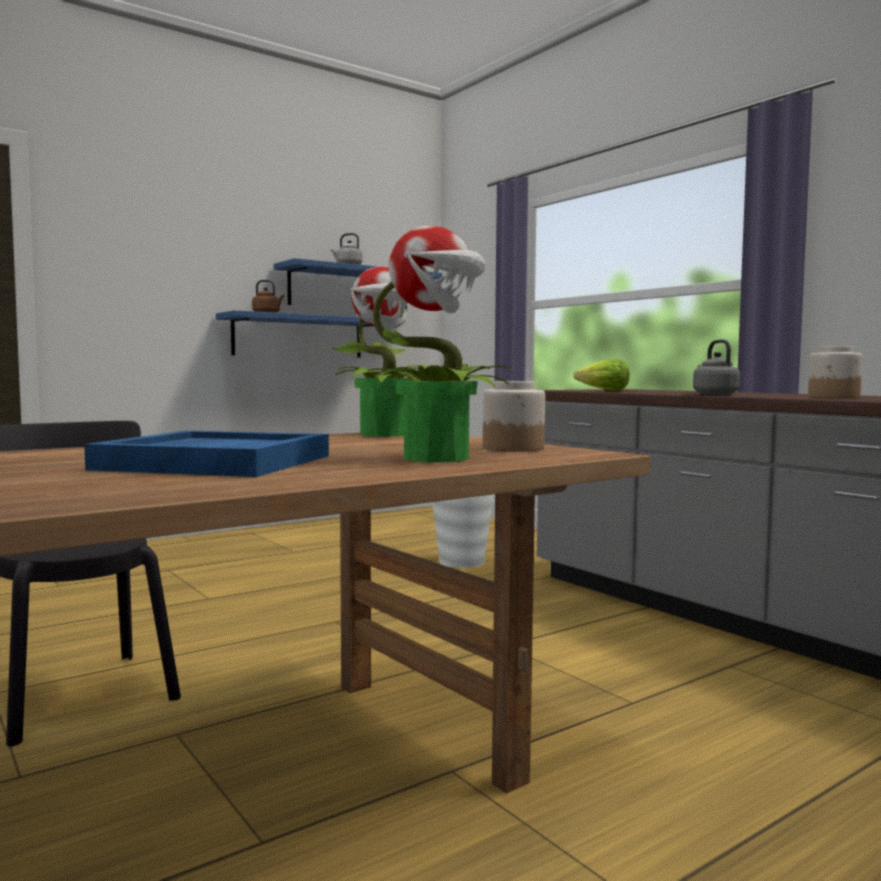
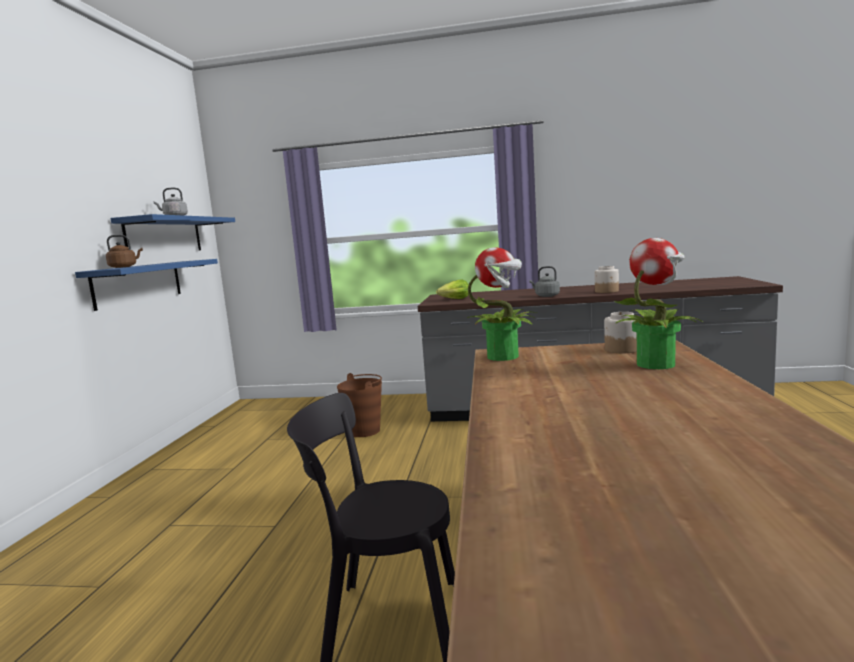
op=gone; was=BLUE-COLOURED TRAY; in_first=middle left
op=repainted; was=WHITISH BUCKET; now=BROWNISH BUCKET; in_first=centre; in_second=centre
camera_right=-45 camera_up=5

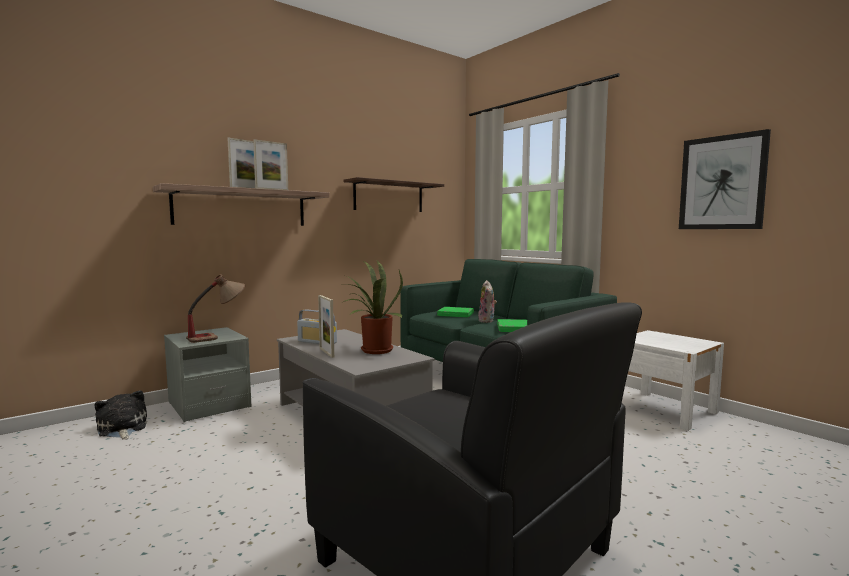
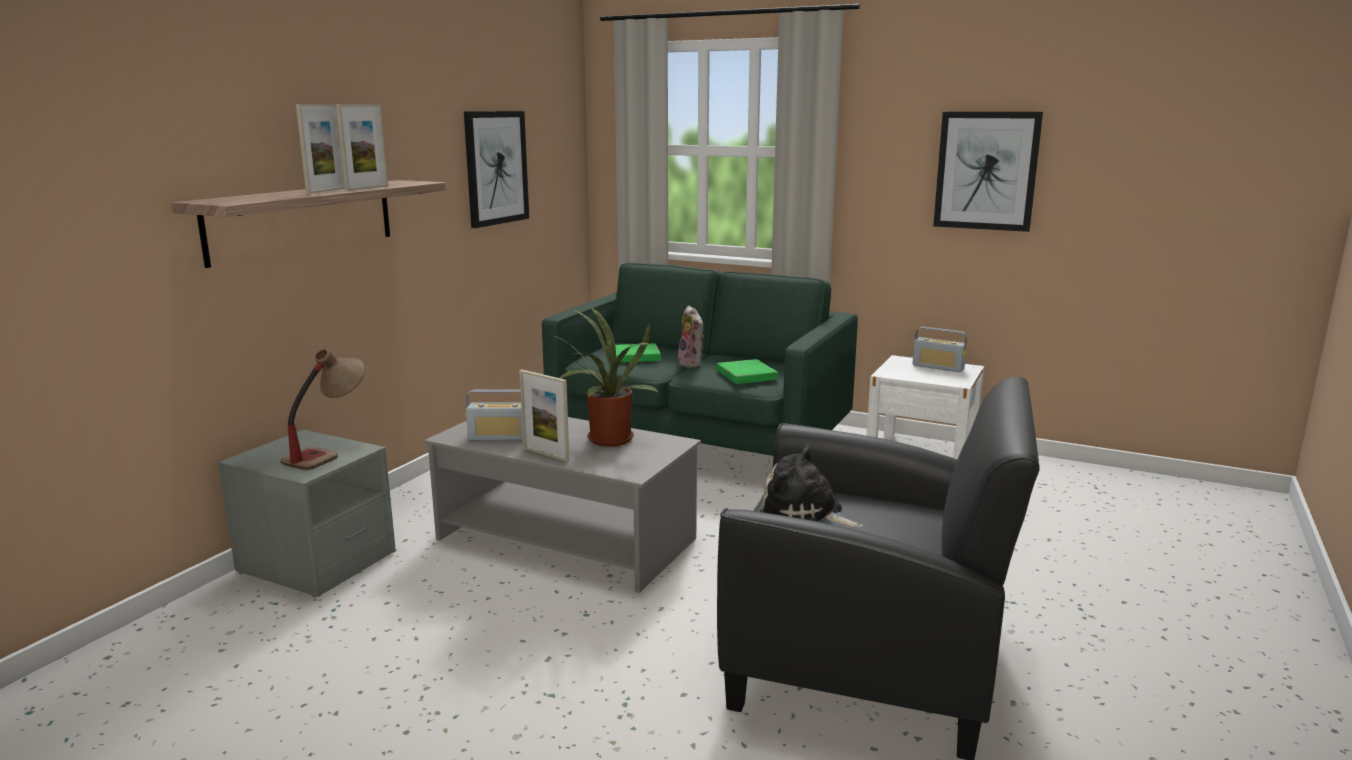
op=new; now=RADIO SET (no. 2 from left); in_second=middle right
op=shifted; was=PLUSH TOY (no. 1 from left in the first image); now=PLUSH TOY (no. 2 from left); in_first=bottom left; in_second=centre
op=swapped; was=WALL SHELF (no. 2 from left); now=PICTURE (no. 1 from left); in_first=centre; in_second=top centre
camera_right=-25 camera_up=10

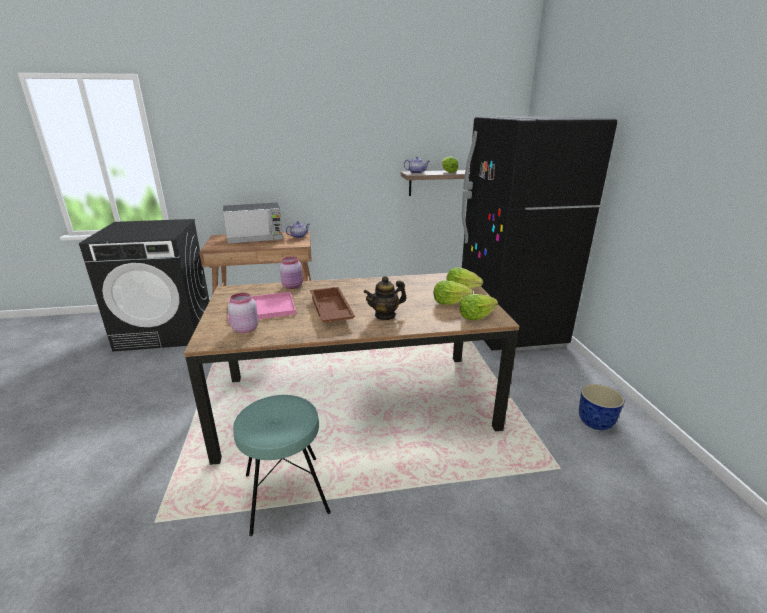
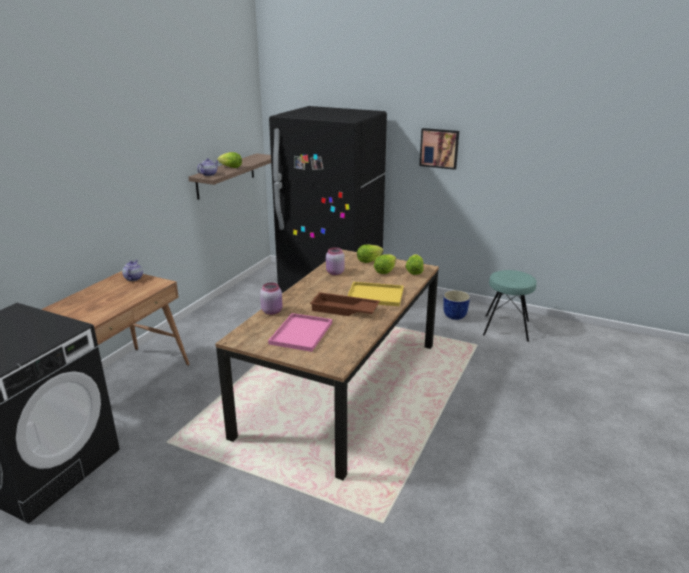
op=gone; was=MICROWAVE; in_first=middle left
op=new; now=PICTURE; in_second=top centre
op=shifted; was=PINK-COLOURED JAR (no. 1 from left in the first image); now=PINK-COLOURED JAR (no. 2 from left); in_first=middle left; in_second=centre
op=shifted; was=TURQUOISE SITTING STOOL; in_first=bottom centre; in_second=middle right
op=swapped; was=POT FOR TEA (no. 2 from left); now=YELLOW-COLOURED TRAY; in_first=centre; in_second=centre
camera_right=-55 camera_up=0

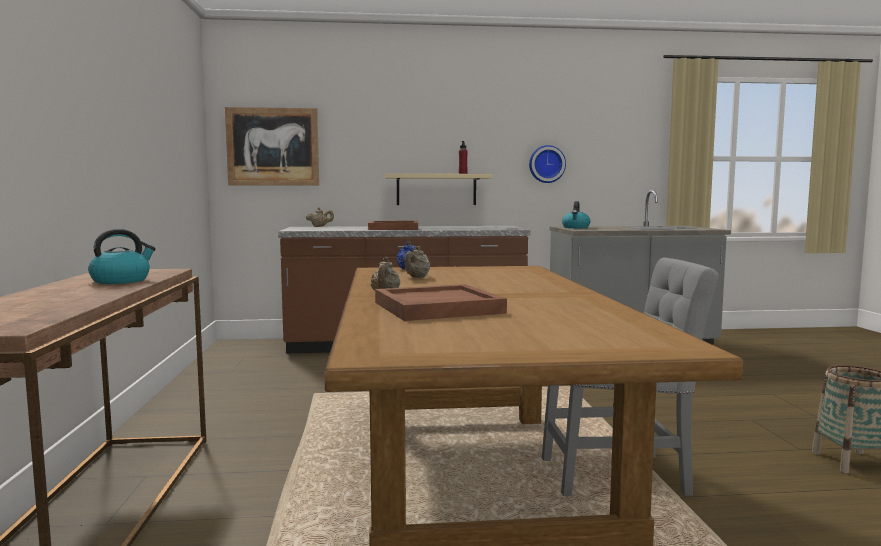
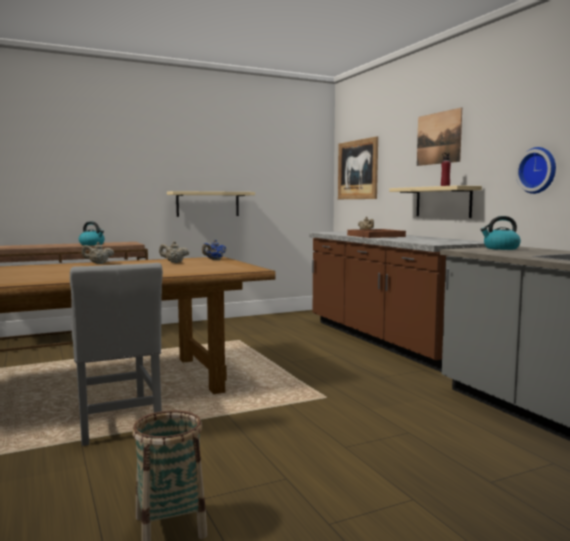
op=gone; was=BROWNISH TRAY (no. 2 from left); in_first=centre
op=new; now=SAND-COLOURED WALL SHELF (no. 1 from left); in_second=centre
op=new; now=PICTURE (no. 2 from left); in_second=top right
camera_right=70 camera_up=0

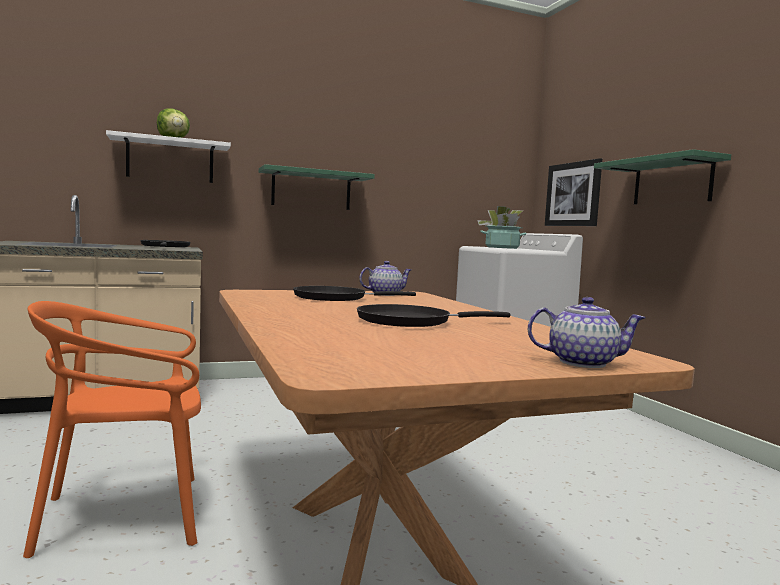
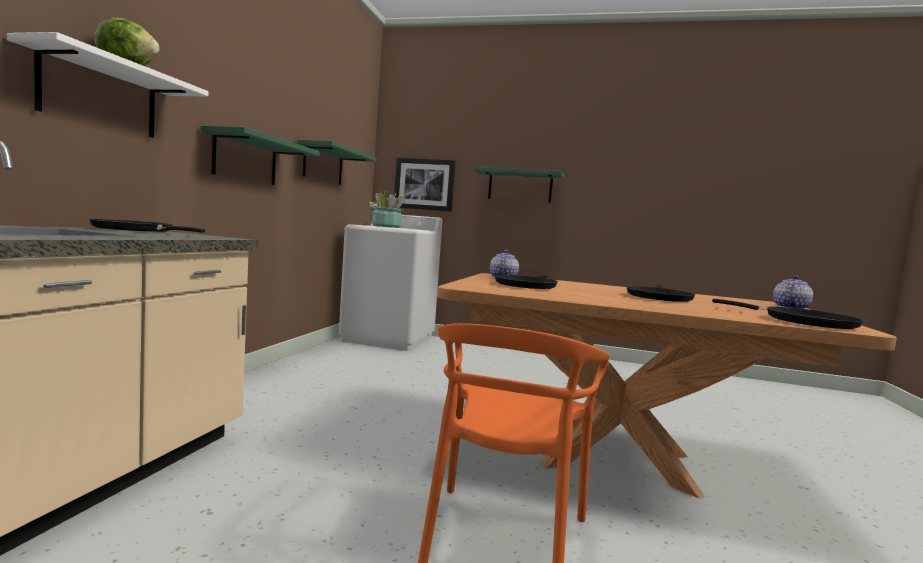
op=new; now=GREEN WALL SHELF (no. 2 from left); in_second=top centre
op=new; now=BLACK-COLOURED SKILLET (no. 4 from left); in_second=middle right
camera_right=-55 camera_up=0

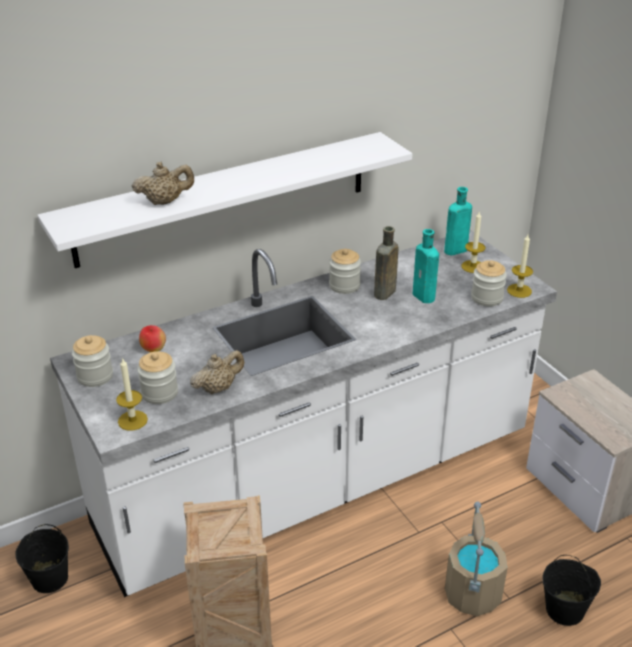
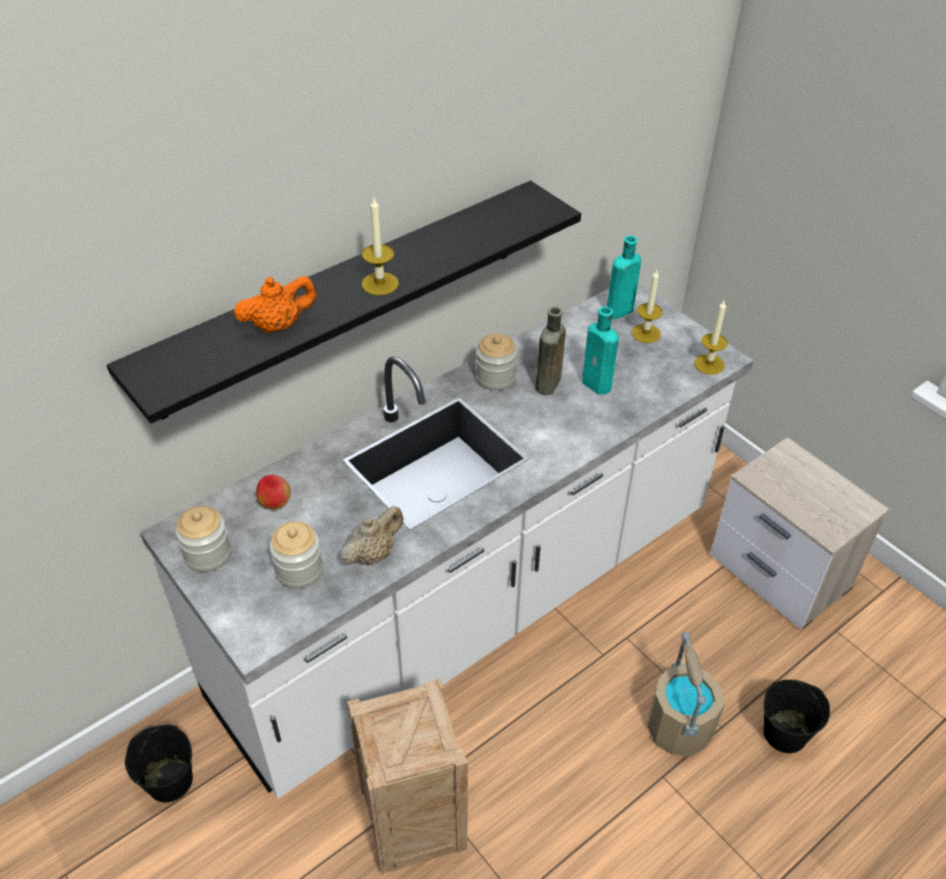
op=gone; was=JAR (no. 4 from left); in_first=middle right
op=shifted; was=WAX CANDLE (no. 1 from left); in_first=middle left; in_second=top centre
op=repainted; was=WHITISH WALL SHELF; now=BLACK-COLOURED WALL SHELF; in_first=top centre; in_second=centre
op=repainted; was=SAND-COLOURED POT FOR TEA (no. 1 from left); now=ORANGEY POT FOR TEA; in_first=top left; in_second=middle left
camera_right=-10 camera_up=10

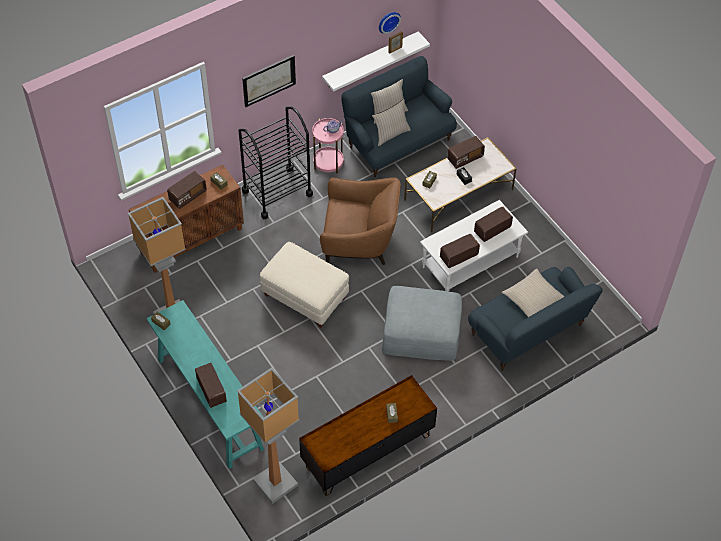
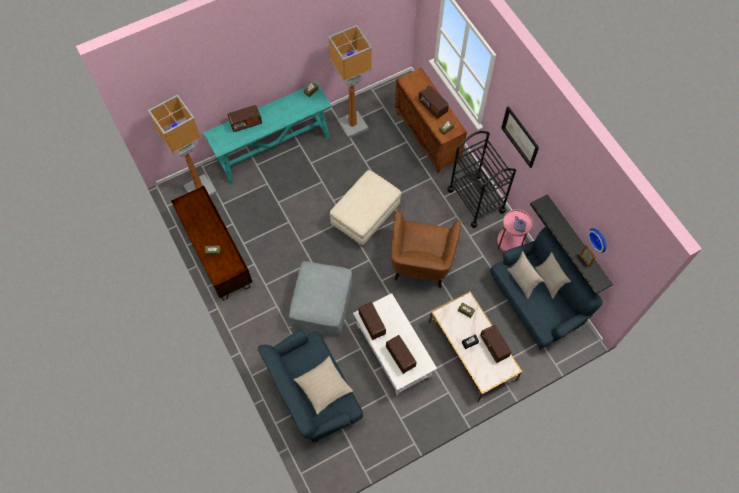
op=repainted; was=WHITISH WALL SHELF; now=BLACK-COLOURED WALL SHELF; in_first=top centre; in_second=middle right
camera_right=95 camera_up=10

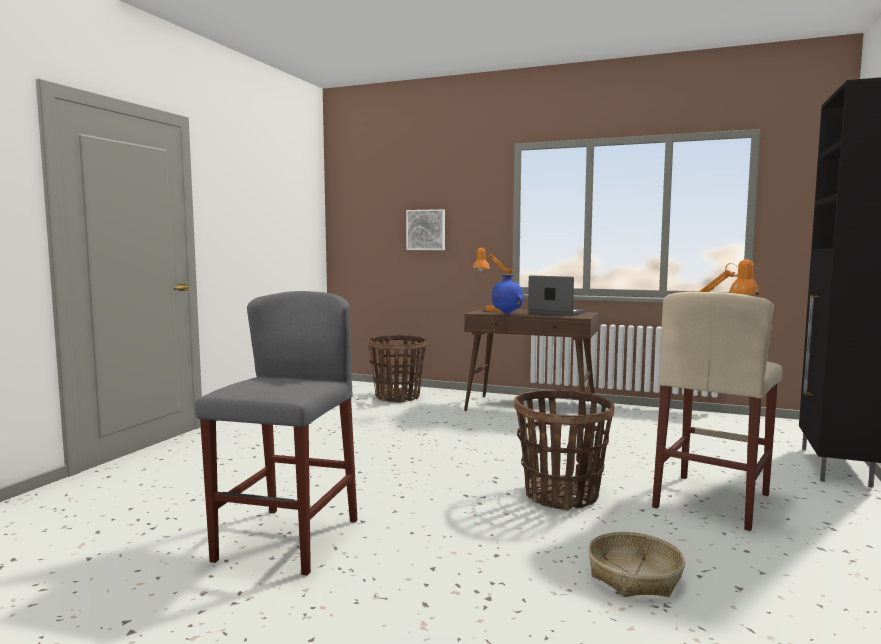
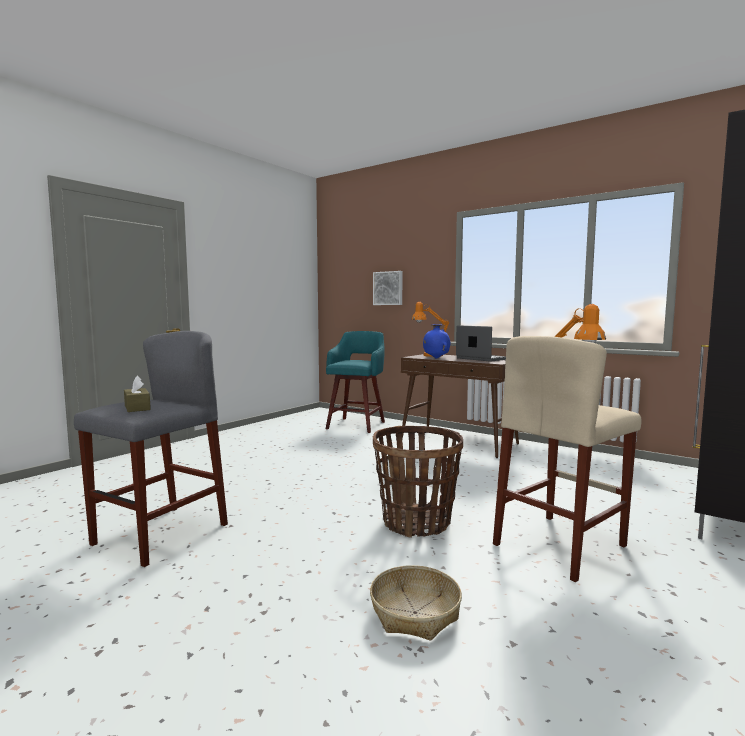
op=new; now=BROWNISH TISSUE BOX; in_second=middle left
op=swapped; was=HOUSEHOLD BASKET (no. 1 from left); now=TURQUOISE SITTING STOOL; in_first=centre; in_second=centre
camera_right=15 camera_up=0

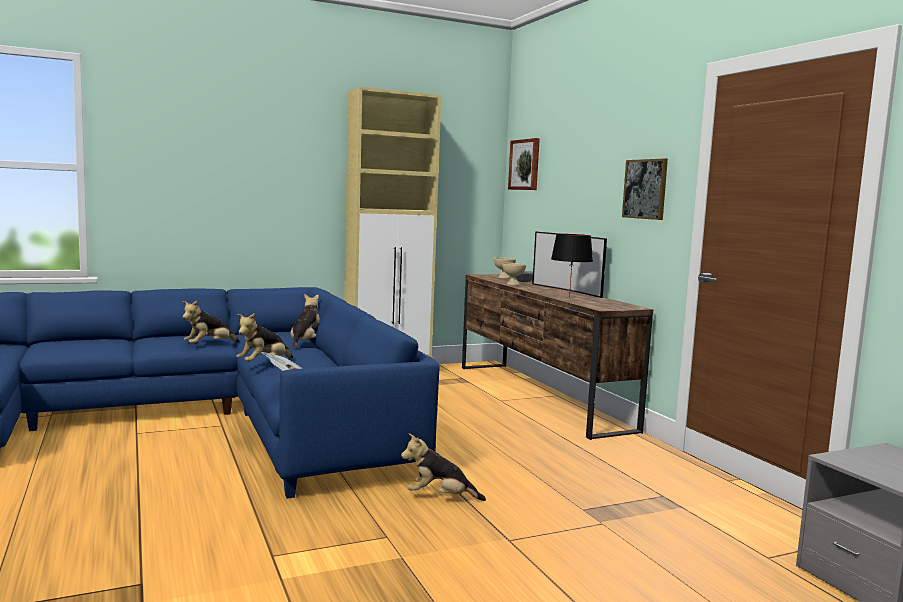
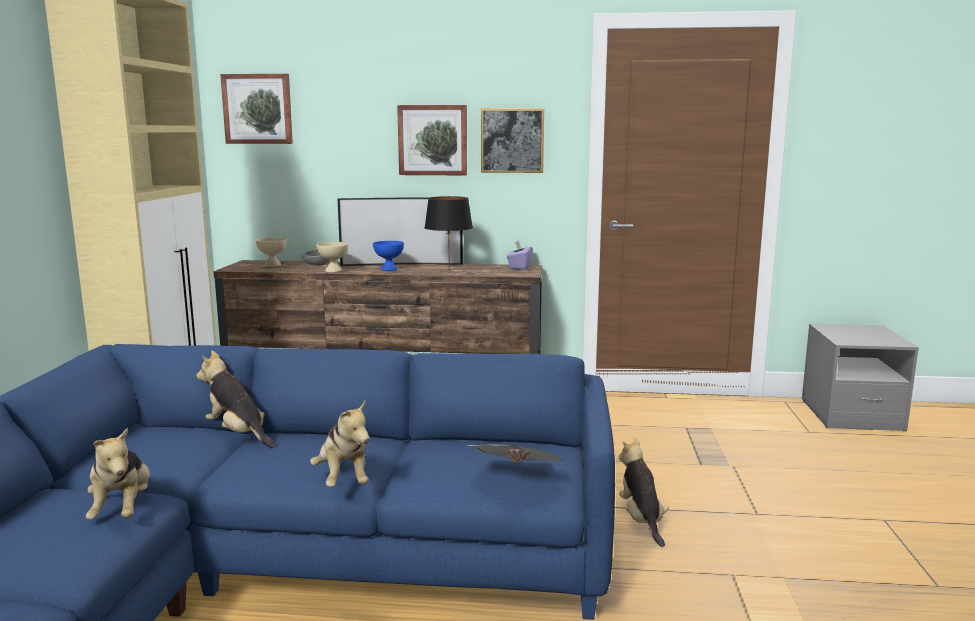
op=new; now=BLUE-COLOURED DEEP DISH; in_second=centre
op=new; now=PICTURE (no. 2 from left); in_second=top centre
op=new; now=PURPLISH TISSUE BOX; in_second=centre
op=rotated; was=PLUSH TOY (no. 4 from left); in_first=bottom centre; in_second=bottom centre; clockwise=135
camera_right=-60 camera_up=5

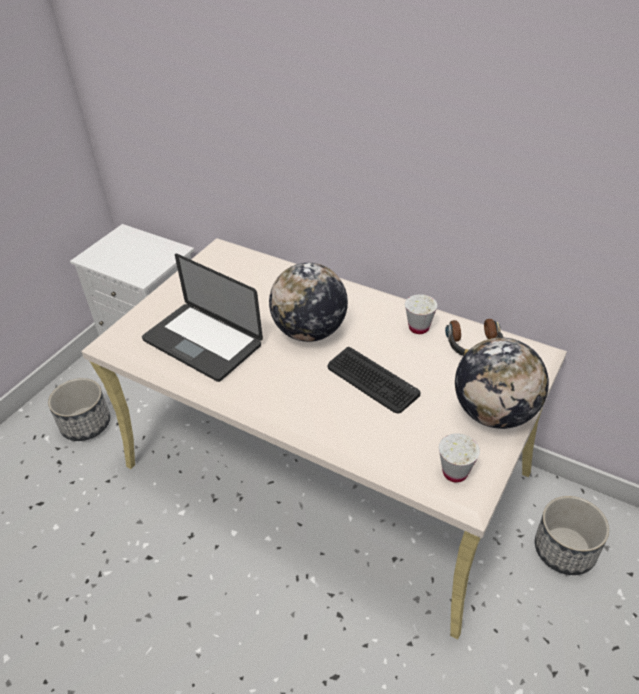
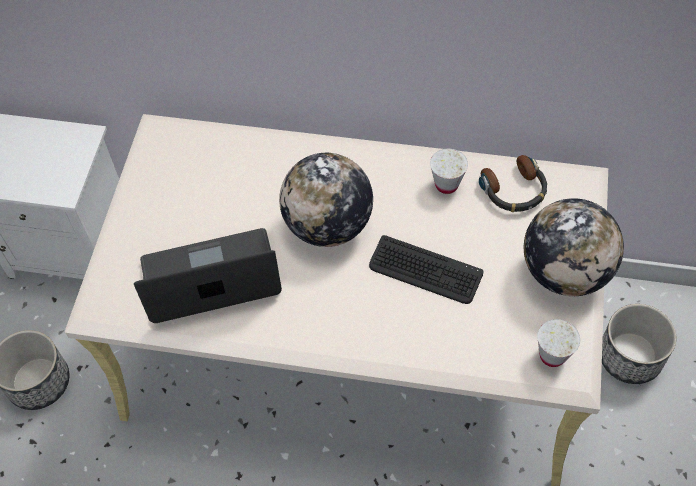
op=rotated; was=PORTABLE COMPUTER; in_first=middle left; in_second=middle left; clockwise=150
camera_right=-20 camera_up=15

